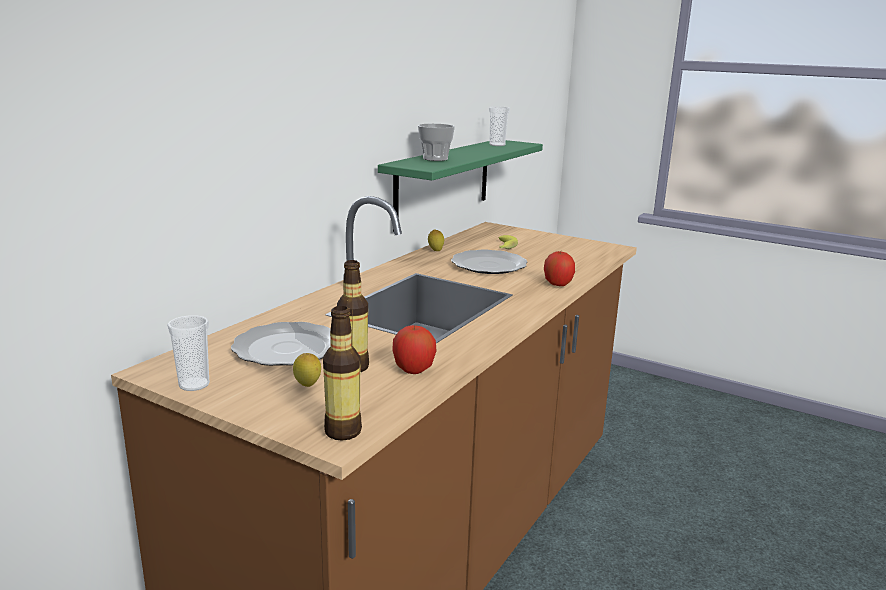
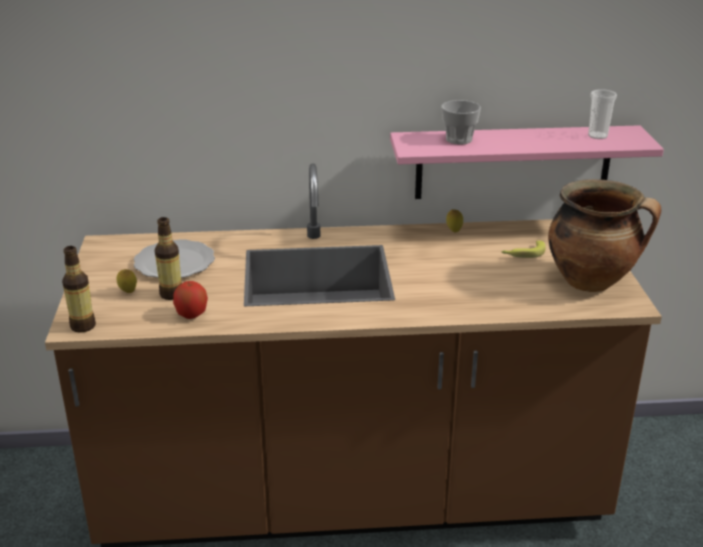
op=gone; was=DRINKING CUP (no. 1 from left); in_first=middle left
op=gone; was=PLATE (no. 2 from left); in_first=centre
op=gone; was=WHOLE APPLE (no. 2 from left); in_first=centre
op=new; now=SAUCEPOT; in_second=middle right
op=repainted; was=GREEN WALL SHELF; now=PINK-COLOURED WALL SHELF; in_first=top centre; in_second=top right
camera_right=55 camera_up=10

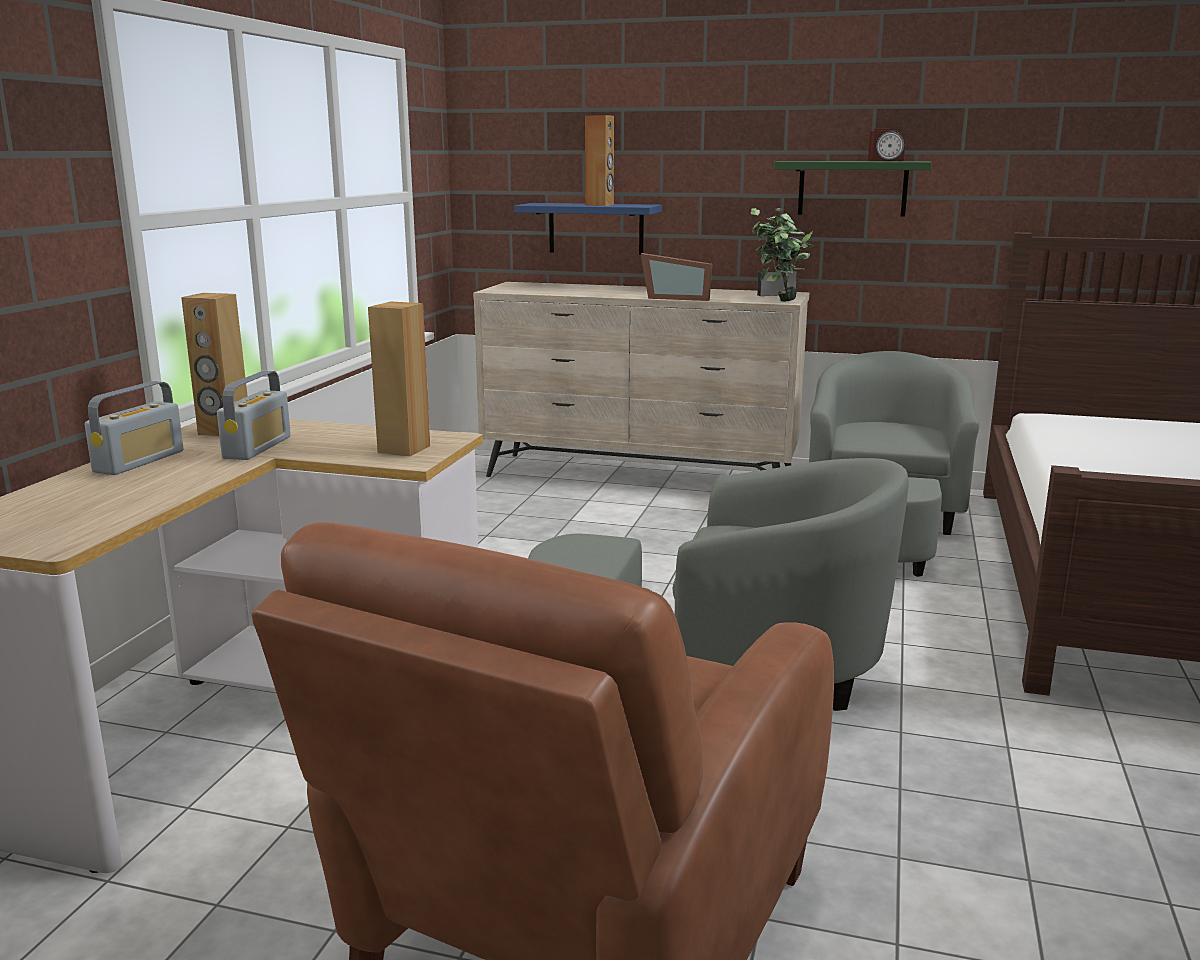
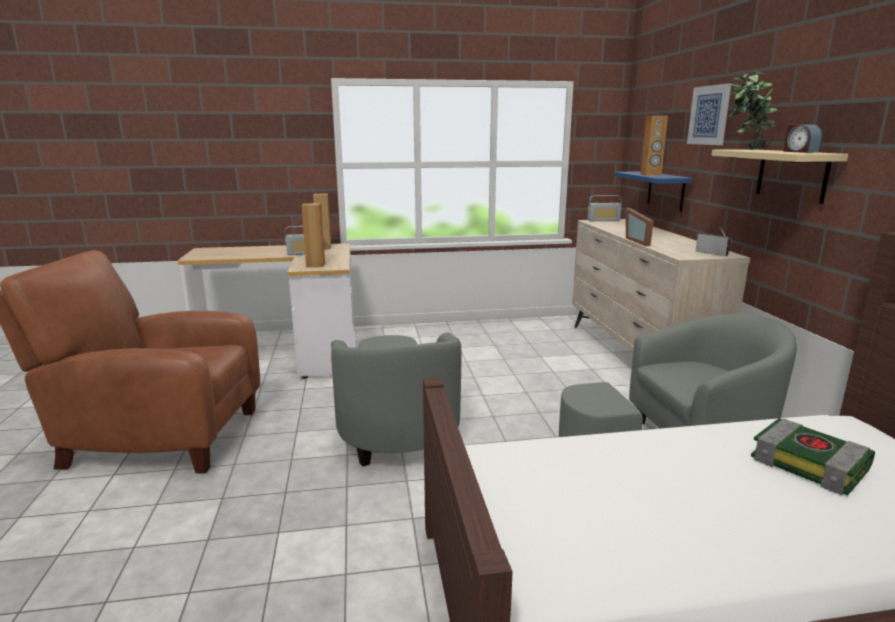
op=new; now=PICTURE; in_second=top right
op=new; now=BOOK; in_second=bottom right
op=shifted; was=RADIO SET (no. 1 from left in the first image); now=RADIO SET (no. 2 from left); in_first=middle left; in_second=middle right
op=shifted; was=PLANT IN A POT; in_first=top centre; in_second=top right
op=repainted; was=GREEN WALL SHELF; now=SAND-COLOURED WALL SHELF; in_first=top right; in_second=top right
camera_right=65 camera_up=0

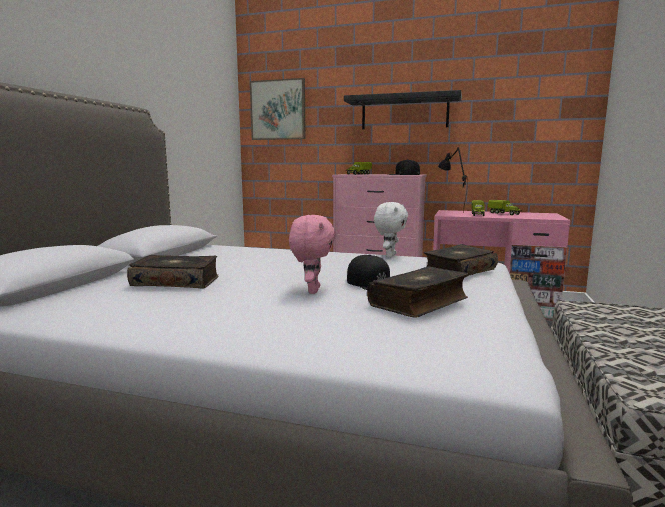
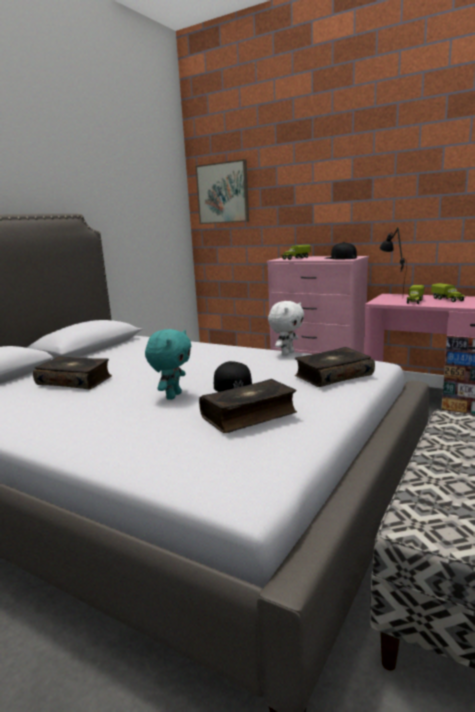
op=gone; was=BLACK-COLOURED WALL SHELF; in_first=top centre
op=repainted; was=PINK-COLOURED PLUSH TOY; now=TURQUOISE PLUSH TOY; in_first=centre; in_second=centre
camera_right=15 camera_up=5

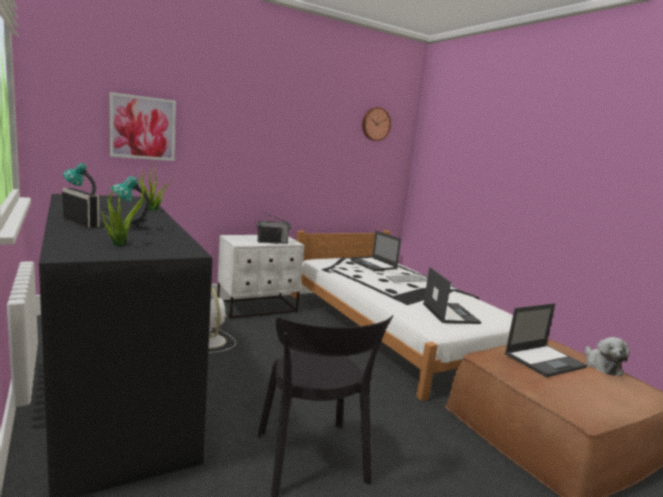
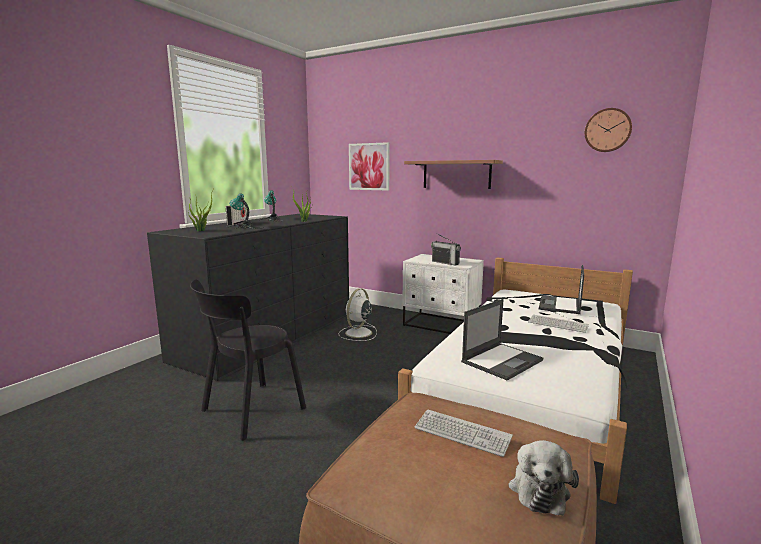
op=new; now=WALL SHELF; in_second=top centre
op=swapped; was=PORTABLE COMPUTER (no. 3 from left); now=COMPUTER KEYBOARD (no. 1 from left); in_first=bottom right; in_second=bottom centre
op=rotated; was=PLUSH TOY; in_first=bottom right; in_second=bottom right; clockwise=-45
camera_right=60 camera_up=0

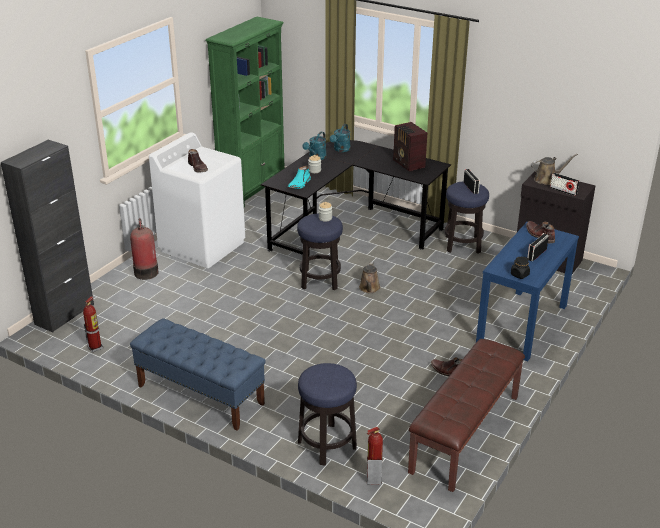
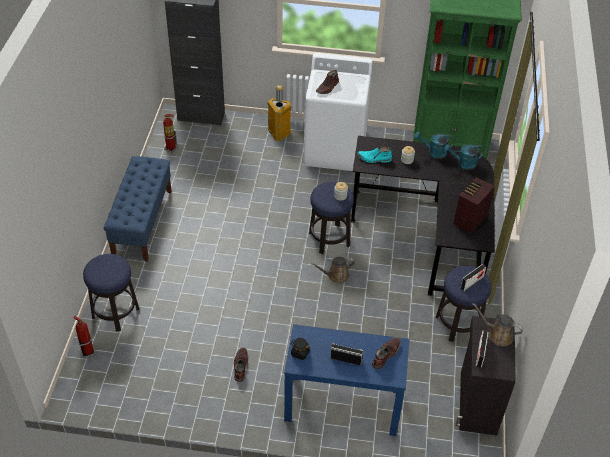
op=gone; was=BROWNISH INDOOR BENCH; in_first=bottom right
op=swapped; was=FIRE-FIGHTING CYLINDER (no. 2 from left); now=RUBBISH BIN; in_first=middle left; in_second=top centre
op=rotated; was=BROWNISH WATERING CAN (no. 2 from left); in_first=top right; in_second=bottom right; clockwise=150
camera_right=65 camera_up=15

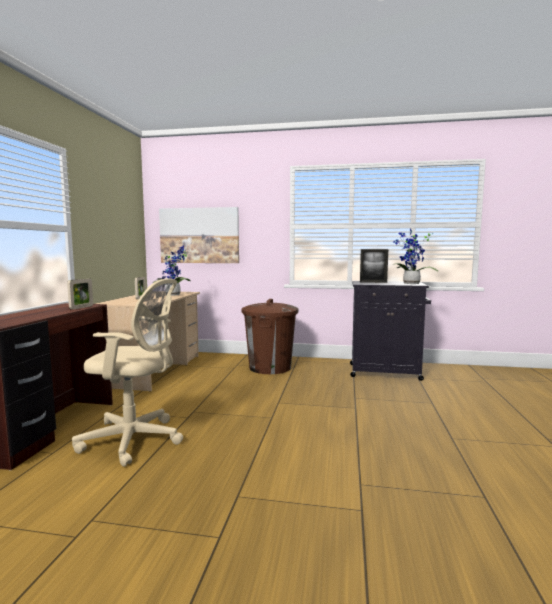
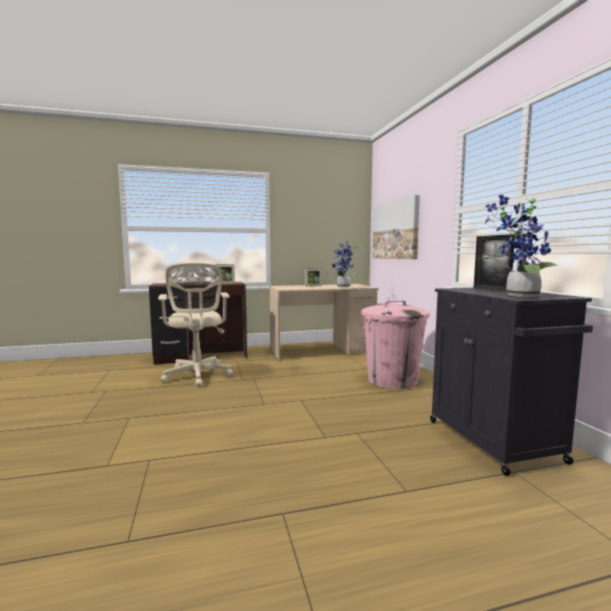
op=repainted; was=BROWNISH RUBBISH BIN; now=PINK-COLOURED RUBBISH BIN; in_first=centre; in_second=centre
camera_right=65 camera_up=0

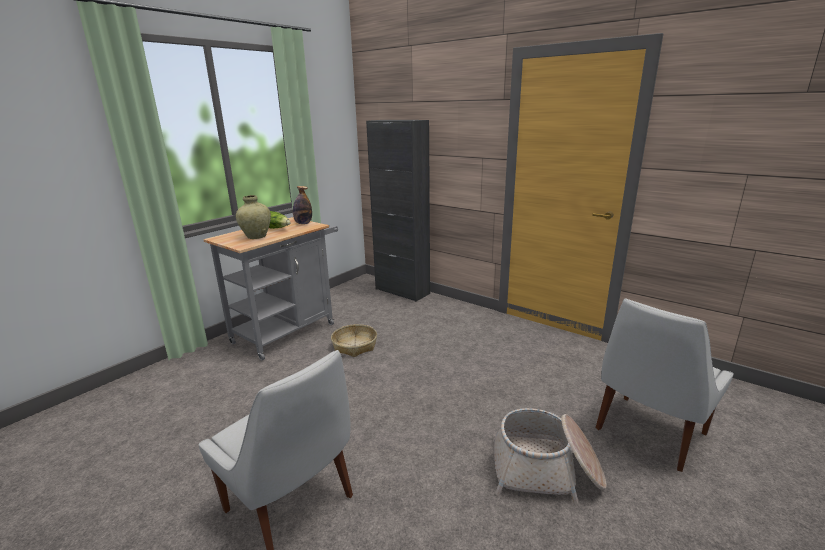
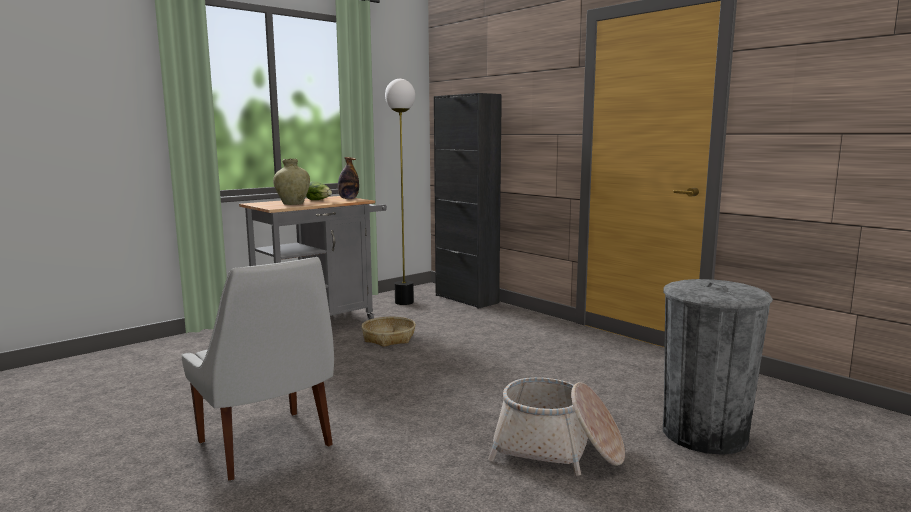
op=new; now=FLOOR LAMP; in_second=centre
op=swapped; was=WHITISH UPRIGHT CHAIR (no. 2 from left); now=GRAY RUBBISH BIN; in_first=bottom right; in_second=bottom right
camera_right=10 camera_up=-10

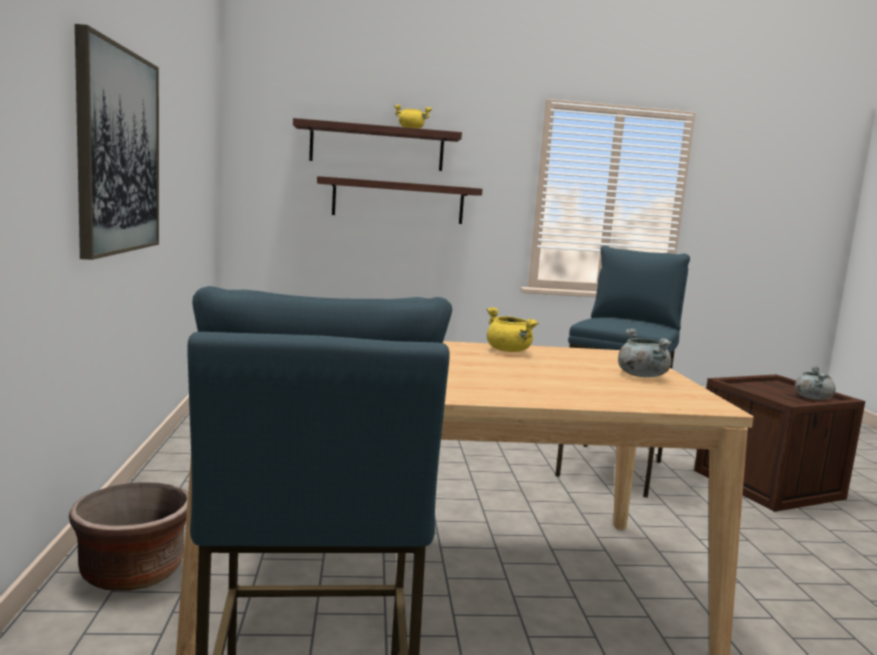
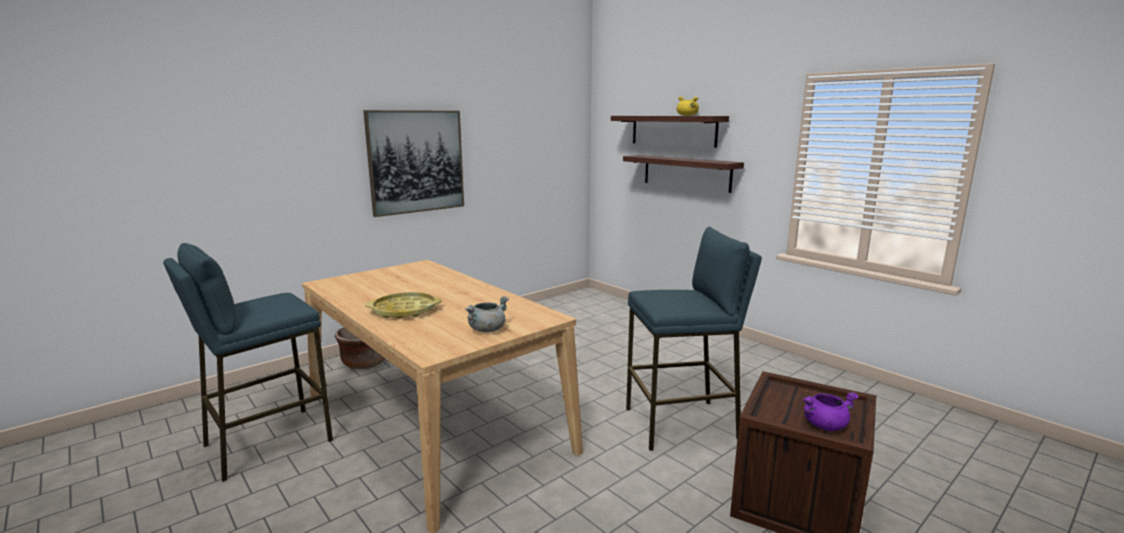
op=gone; was=YELLOW-COLOURED SAUCEPOT (no. 2 from left); in_first=centre
op=new; now=YELLOW-COLOURED TRAY; in_second=centre
op=repainted; was=GRAY SAUCEPOT (no. 2 from left); now=PURPLISH SAUCEPOT; in_first=middle right; in_second=bottom right
camera_right=55 camera_up=5

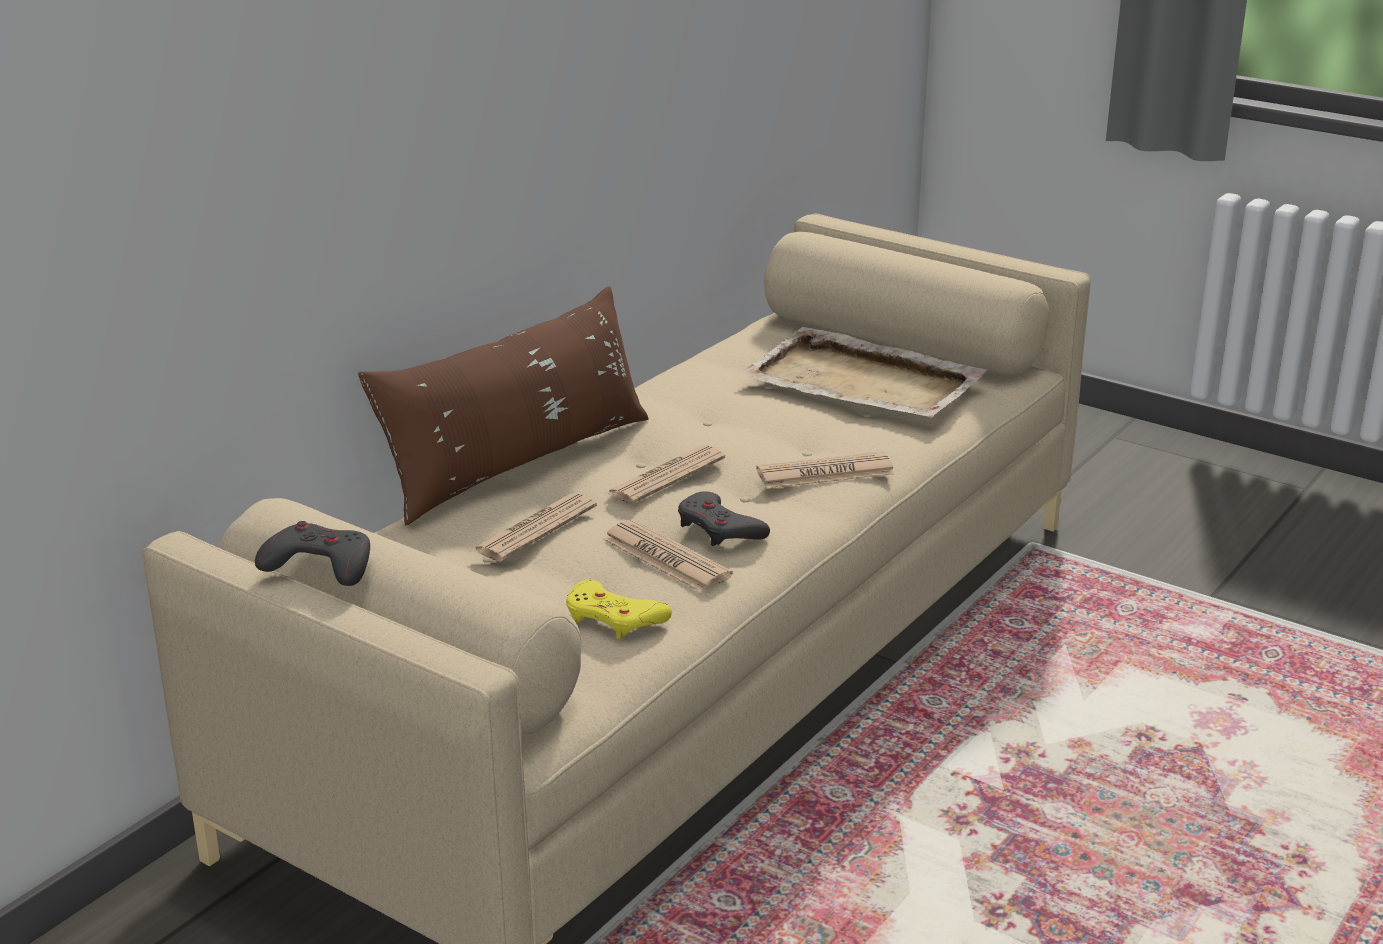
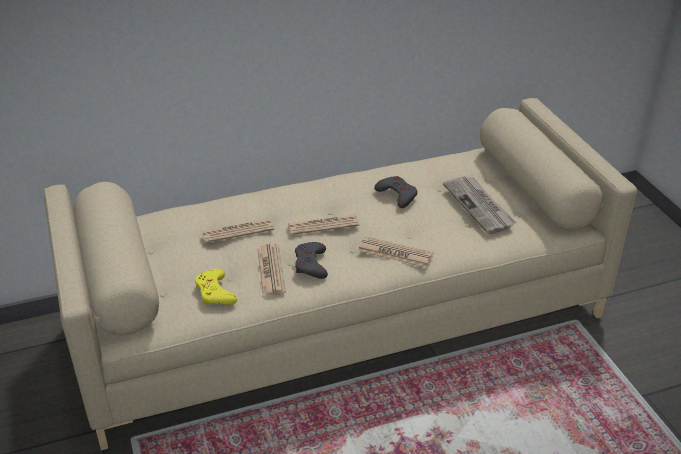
op=gone; was=BROWNISH PILLOW; in_first=centre
op=shifted; was=GRAY GAME CONTROLLER (no. 1 from left in the first image); now=GRAY GAME CONTROLLER (no. 2 from left); in_first=middle left; in_second=centre
op=swapped; was=SAND-COLOURED TRAY; now=DAILY PAPER (no. 5 from left); in_first=centre; in_second=middle right
camera_right=35 camera_up=10

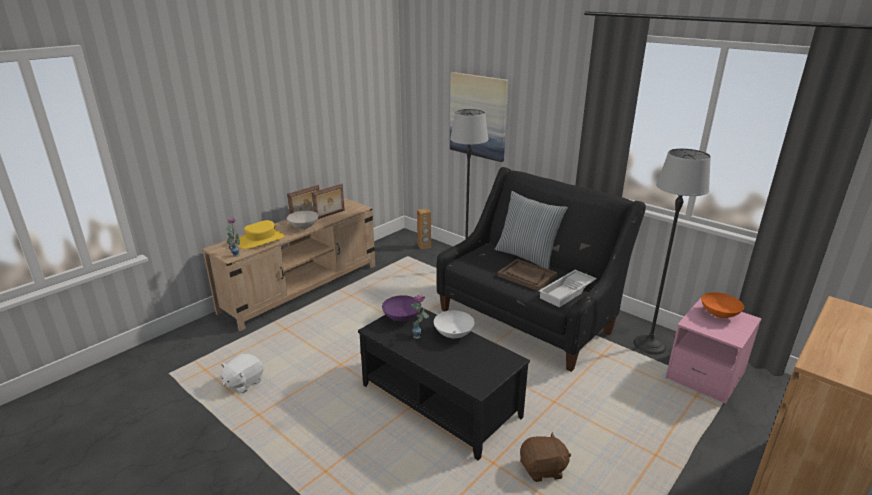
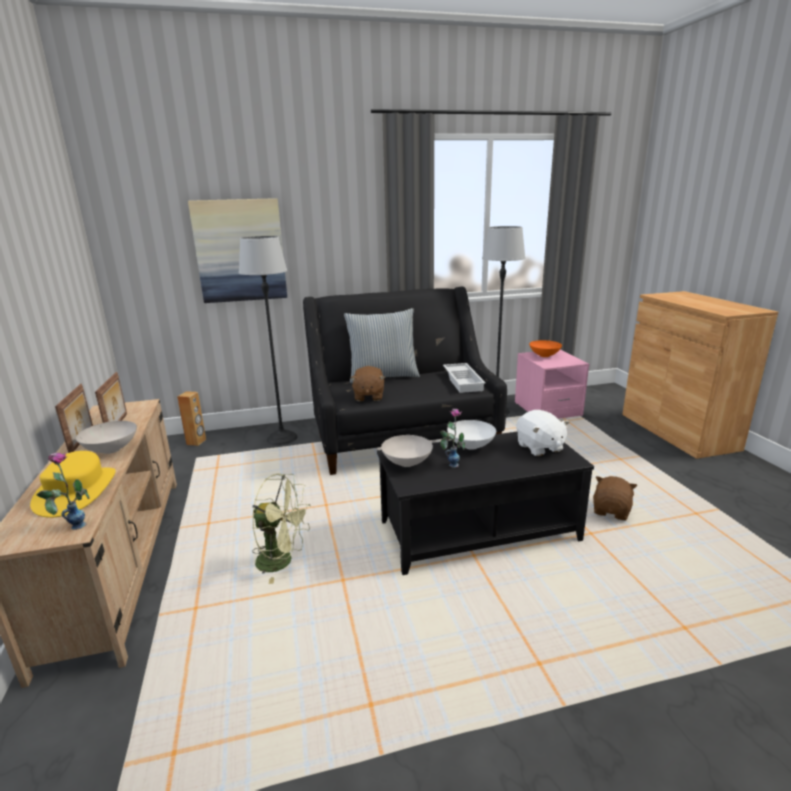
op=gone; was=BROWNISH TRAY; in_first=centre
op=new; now=GREEN FAN; in_second=bottom centre
op=new; now=BROWNISH PLUSH TOY (no. 1 from left); in_second=centre
op=shifted; was=WHITISH PLUSH TOY; in_first=bottom left; in_second=middle right
op=repainted; was=PURPLISH DEEP DISH; now=WHITISH DEEP DISH (no. 2 from left); in_first=centre; in_second=centre
camera_right=-55 camera_up=-5

